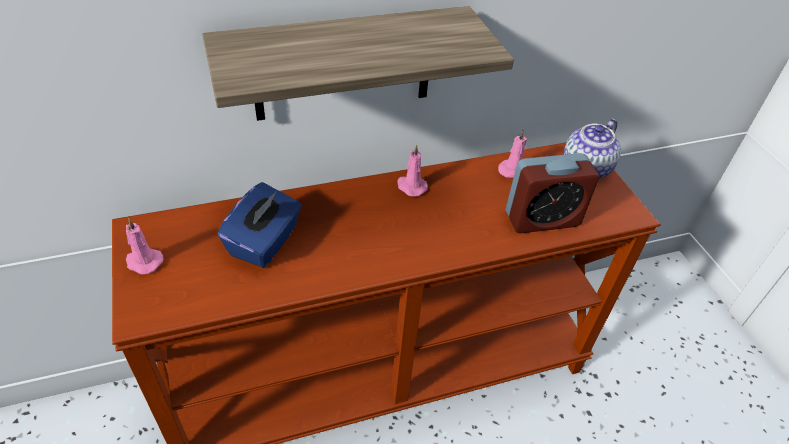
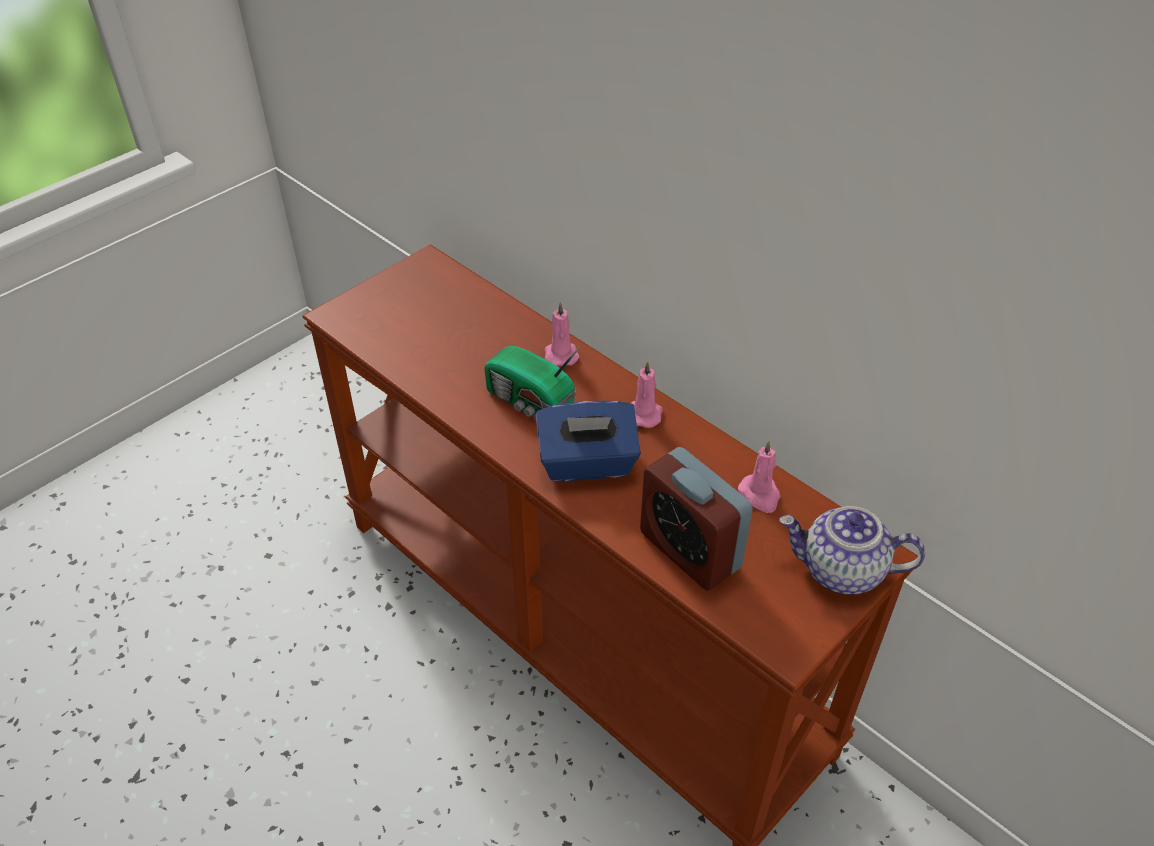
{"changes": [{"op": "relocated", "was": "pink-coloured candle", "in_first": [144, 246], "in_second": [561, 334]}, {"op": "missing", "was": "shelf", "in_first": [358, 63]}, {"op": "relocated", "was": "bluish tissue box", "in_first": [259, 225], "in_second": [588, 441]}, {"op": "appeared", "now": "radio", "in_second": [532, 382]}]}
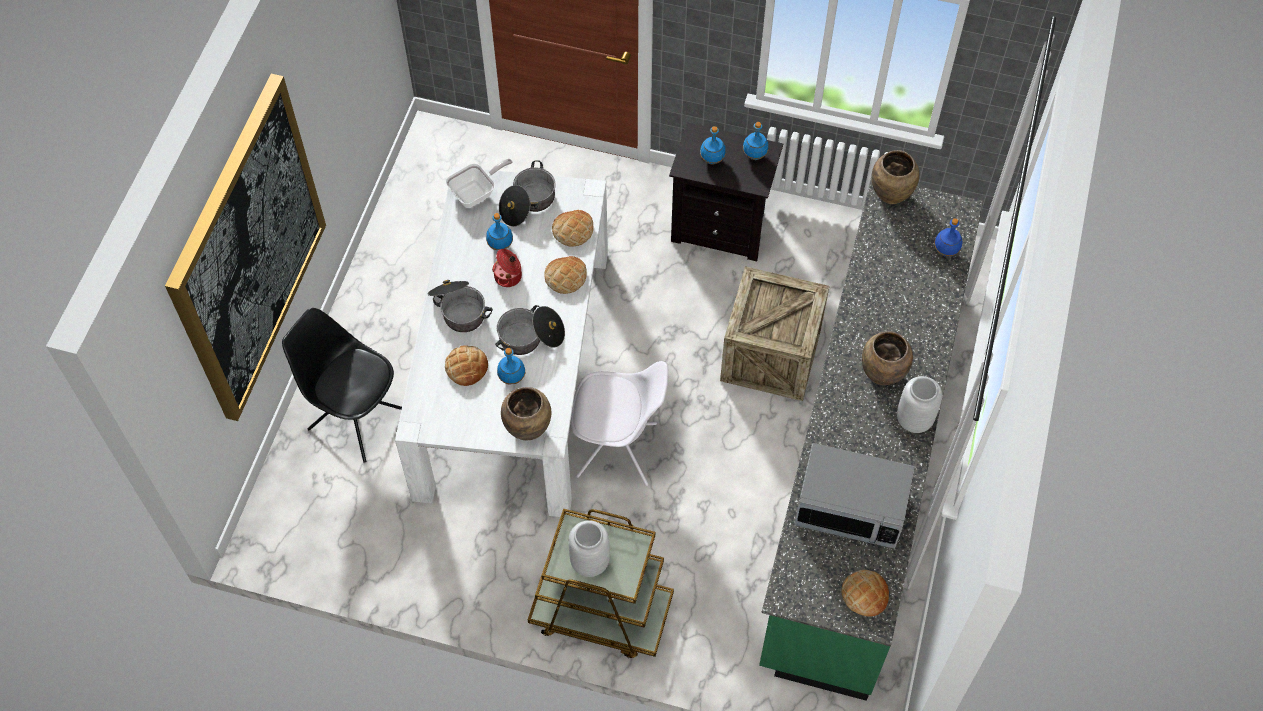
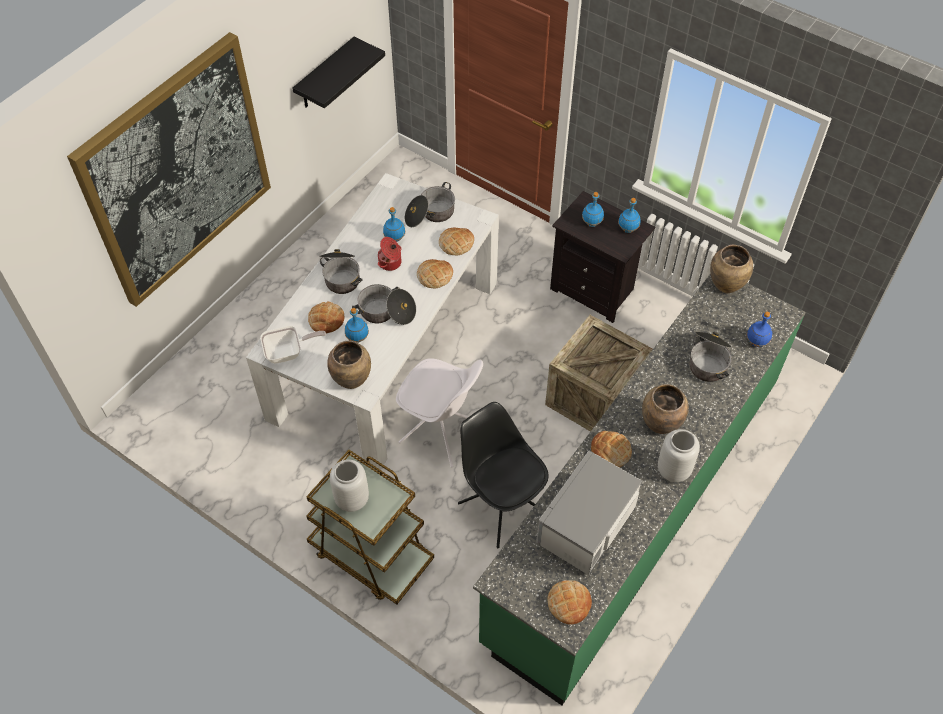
{"changes": [{"op": "relocated", "was": "blackish plain chair", "in_first": [342, 385], "in_second": [503, 475]}, {"op": "relocated", "was": "frying pan", "in_first": [479, 183], "in_second": [293, 344]}, {"op": "spun", "was": "microwave oven", "in_first": [854, 496], "in_second": [589, 513], "clockwise": 90}, {"op": "appeared", "now": "blackish shelf", "in_second": [338, 72]}, {"op": "appeared", "now": "baked bread", "in_second": [611, 449]}, {"op": "appeared", "now": "stockpot", "in_second": [711, 357]}]}
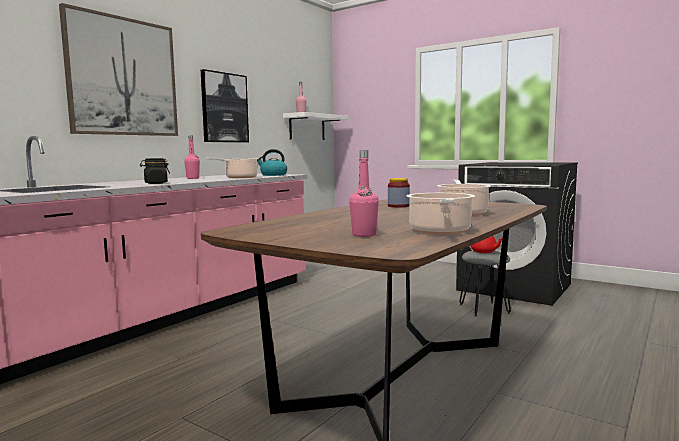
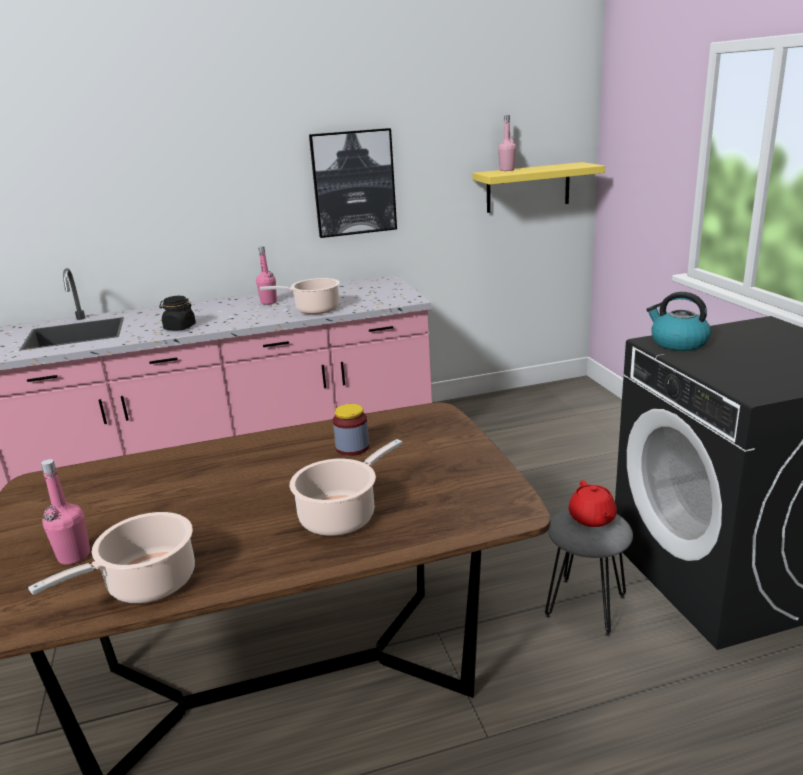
{"changes": [{"op": "missing", "was": "picture", "in_first": [118, 69]}, {"op": "relocated", "was": "kettle", "in_first": [272, 162], "in_second": [678, 321]}, {"op": "colour", "was": "whitish shelf", "now": "yellowish shelf", "in_first": [316, 126], "in_second": [538, 187]}]}
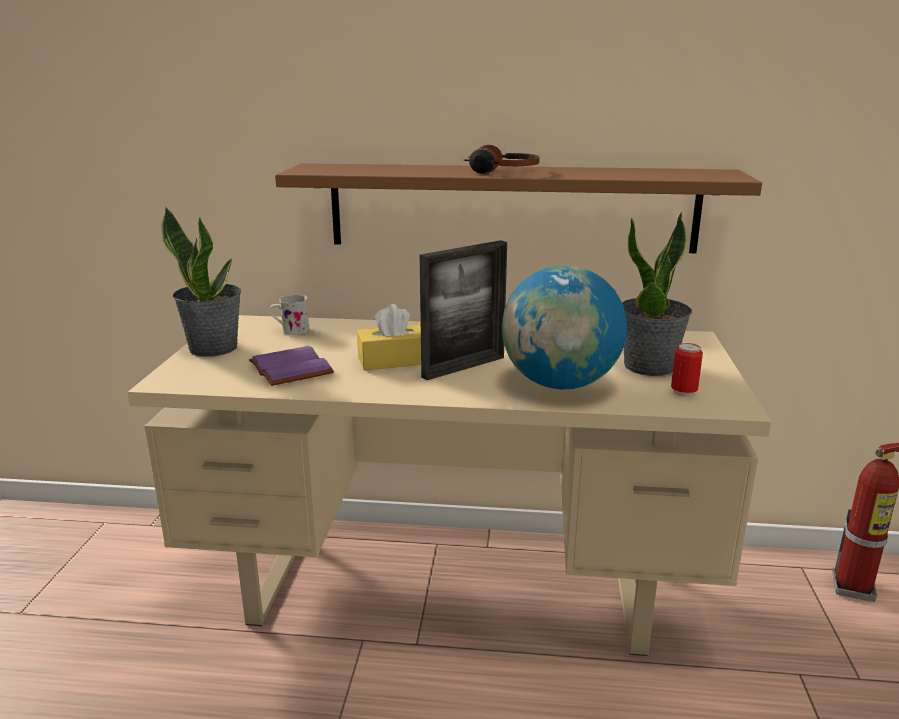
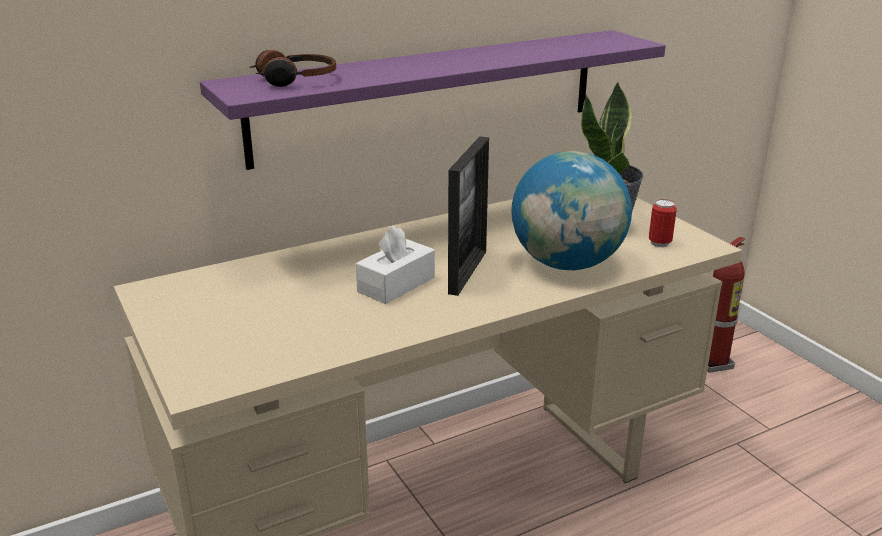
{"changes": [{"op": "missing", "was": "plant in a pot", "in_first": [201, 281]}, {"op": "missing", "was": "purplish volume", "in_first": [291, 366]}, {"op": "missing", "was": "whitish coffee mug", "in_first": [289, 315]}, {"op": "colour", "was": "brown-coloured shelf", "now": "purplish shelf", "in_first": [518, 208], "in_second": [433, 100]}, {"op": "colour", "was": "yellowish tissue box", "now": "whitish tissue box", "in_first": [389, 337], "in_second": [395, 265]}, {"op": "relocated", "was": "headphones", "in_first": [502, 159], "in_second": [292, 68]}]}
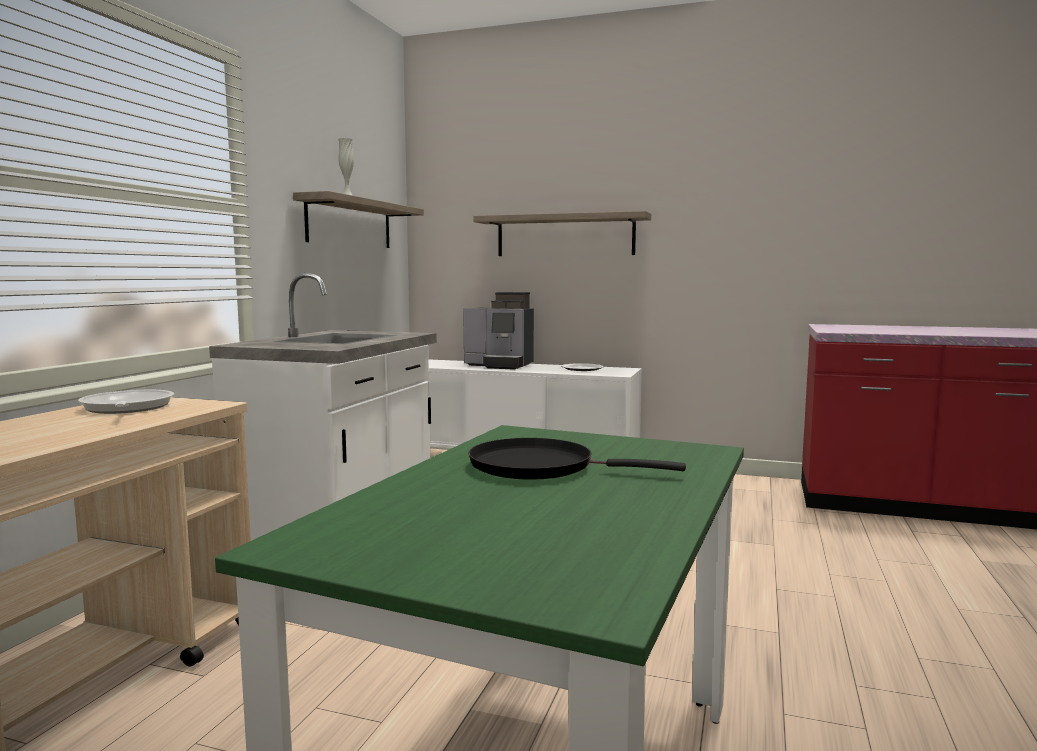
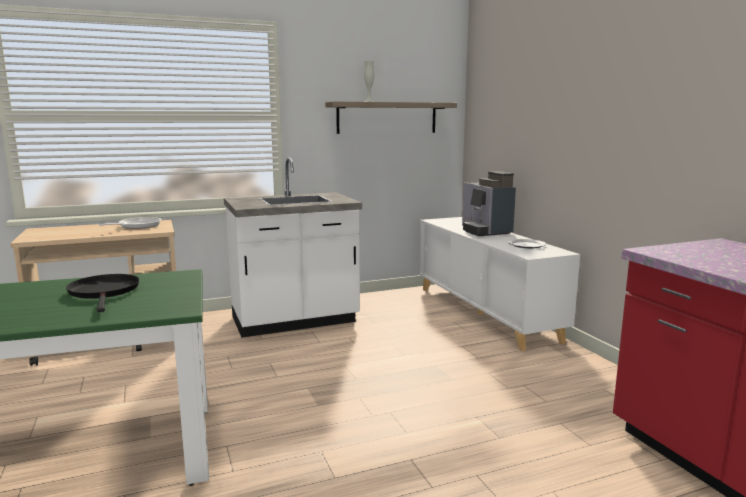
{"changes": [{"op": "missing", "was": "shelf", "in_first": [562, 233]}]}
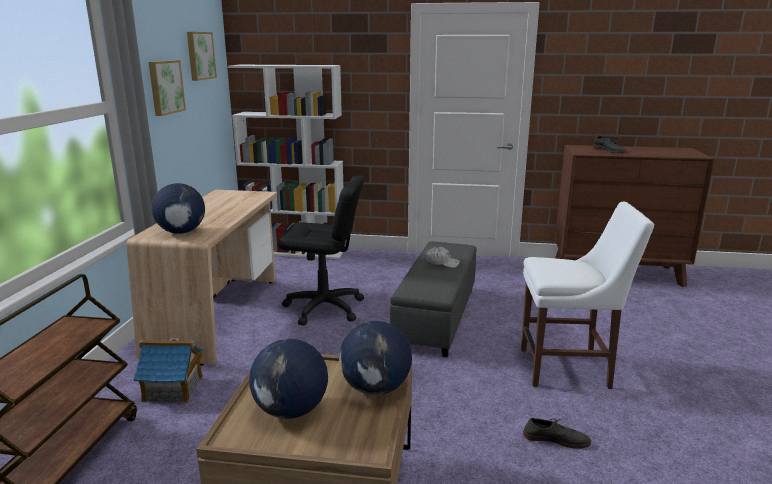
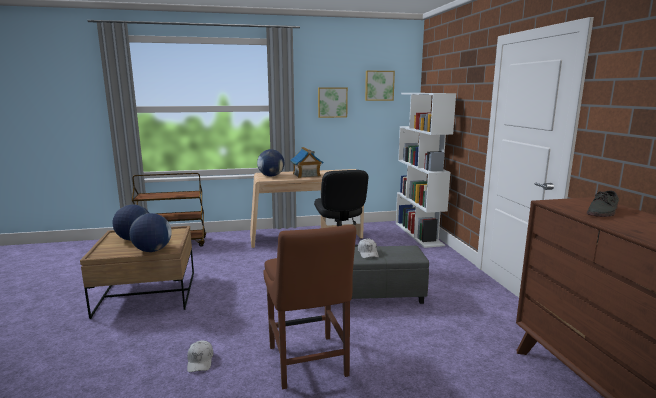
{"changes": [{"op": "relocated", "was": "model house", "in_first": [169, 370], "in_second": [307, 162]}, {"op": "colour", "was": "whitish plain chair", "now": "brown-coloured plain chair", "in_first": [587, 295], "in_second": [309, 307]}, {"op": "exchanged", "was": "grey low shoe", "now": "whitish baseball cap", "in_first": [557, 433], "in_second": [200, 356]}]}
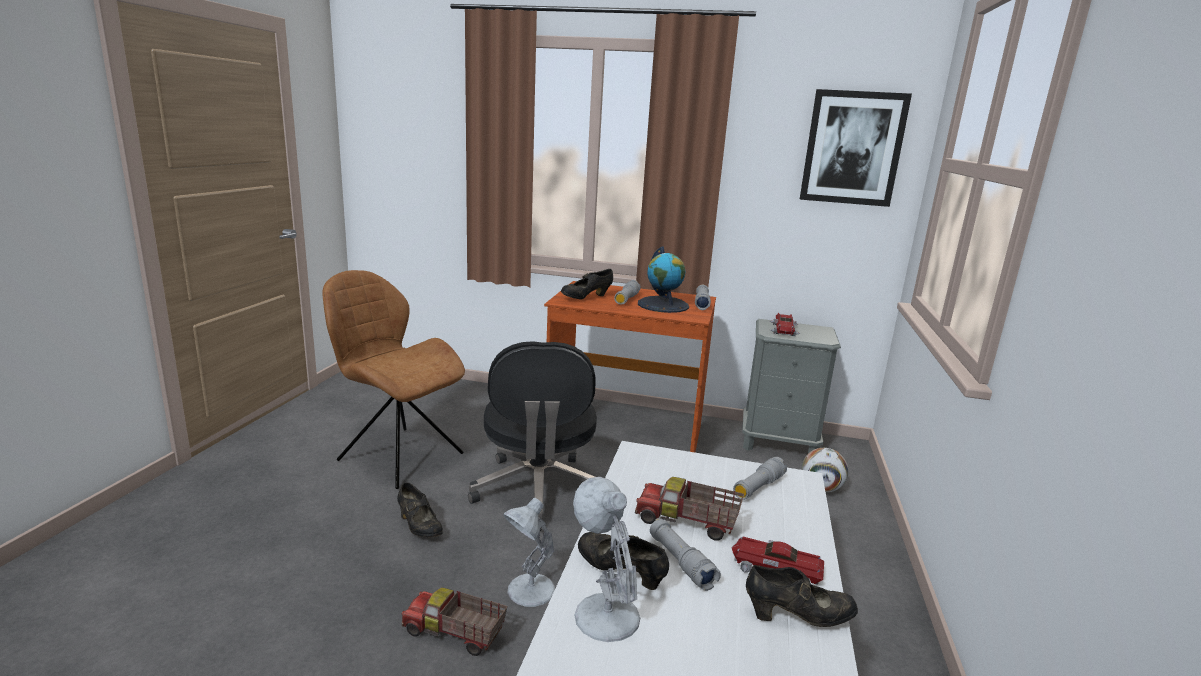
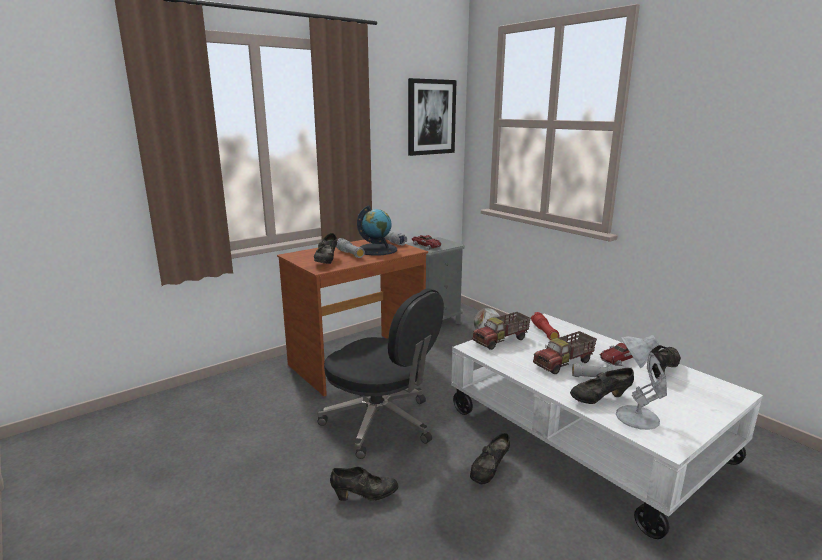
{"changes": [{"op": "missing", "was": "brown-coloured plain chair", "in_first": [393, 379]}, {"op": "relocated", "was": "model truck", "in_first": [454, 621], "in_second": [501, 331]}, {"op": "exchanged", "was": "whitish lamp for a table", "now": "blackish low shoe", "in_first": [529, 552], "in_second": [490, 459]}, {"op": "colour", "was": "grey torch", "now": "reddish torch", "in_first": [760, 478], "in_second": [545, 326]}]}
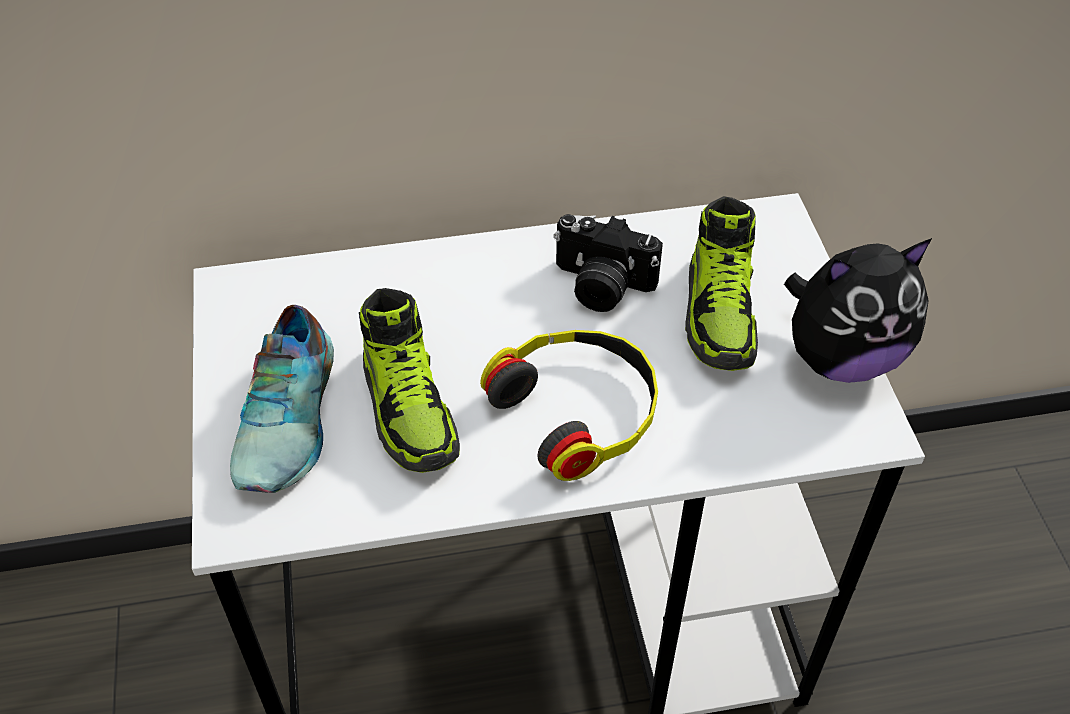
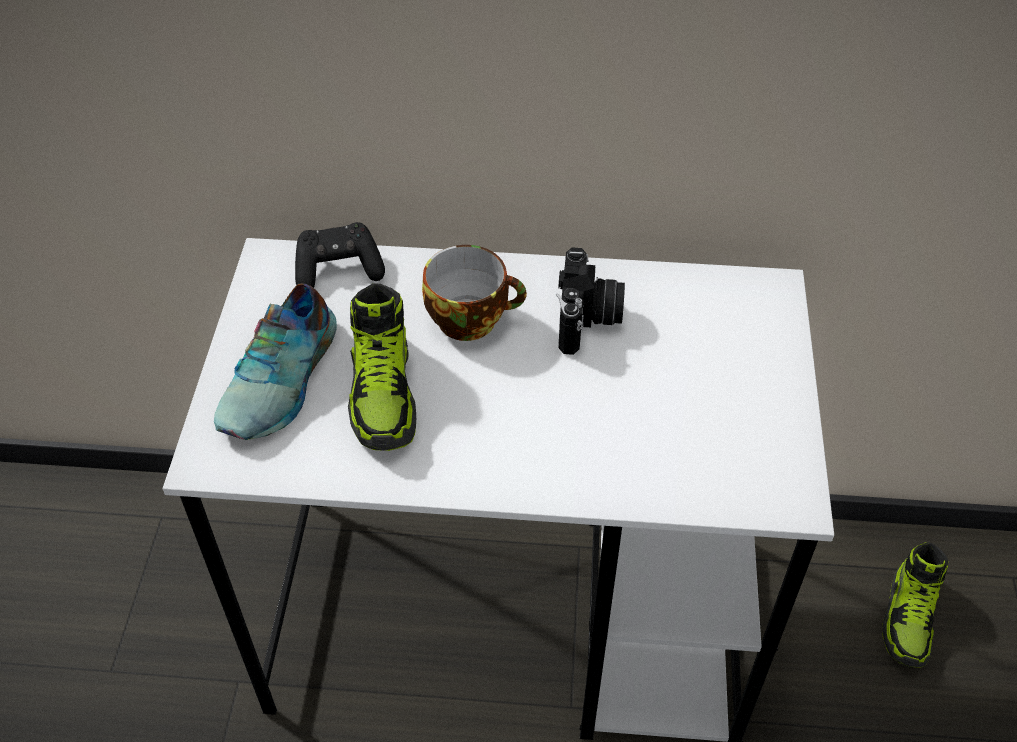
{"changes": [{"op": "missing", "was": "headphones", "in_first": [569, 405]}, {"op": "spun", "was": "still camera", "in_first": [608, 263], "in_second": [590, 301], "clockwise": -120}, {"op": "relocated", "was": "low shoe", "in_first": [721, 283], "in_second": [915, 605]}, {"op": "missing", "was": "plush toy", "in_first": [858, 310]}, {"op": "appeared", "now": "blackish game controller", "in_second": [340, 255]}, {"op": "appeared", "now": "drinking cup", "in_second": [474, 293]}]}
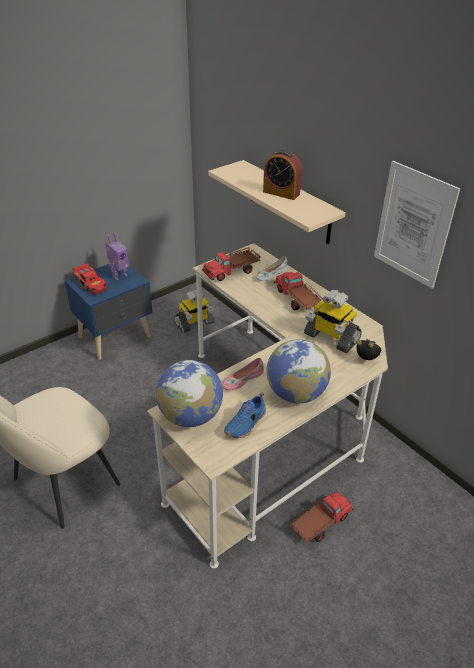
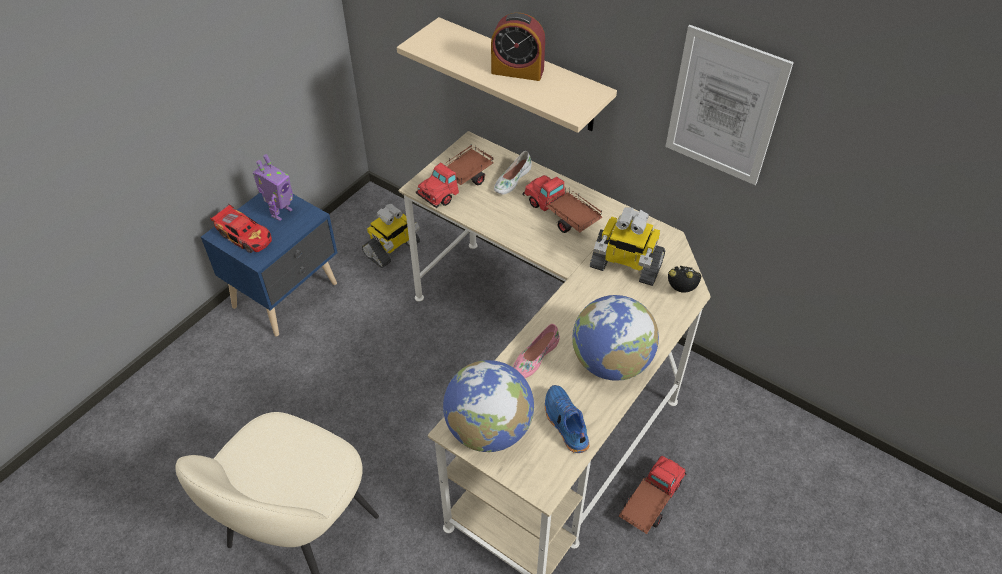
{"changes": [{"op": "spun", "was": "bluish low shoe", "in_first": [245, 415], "in_second": [567, 419], "clockwise": 135}]}
